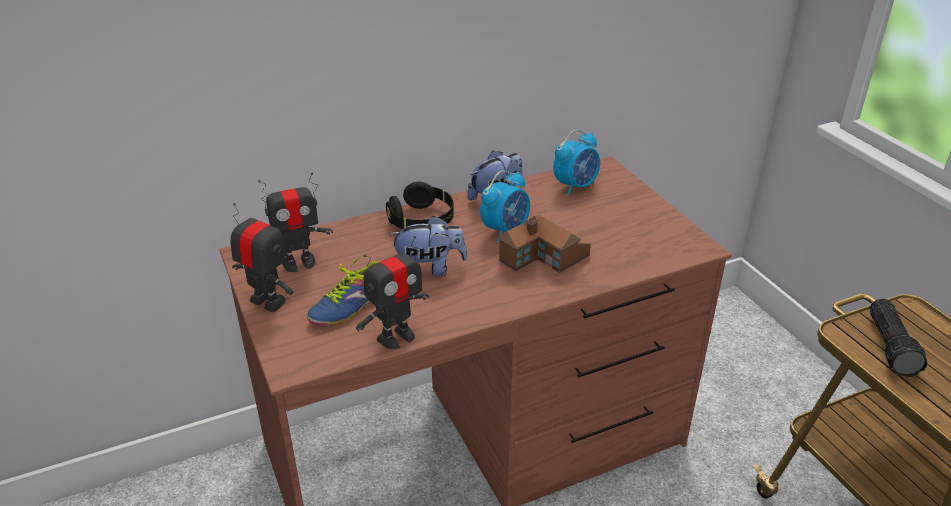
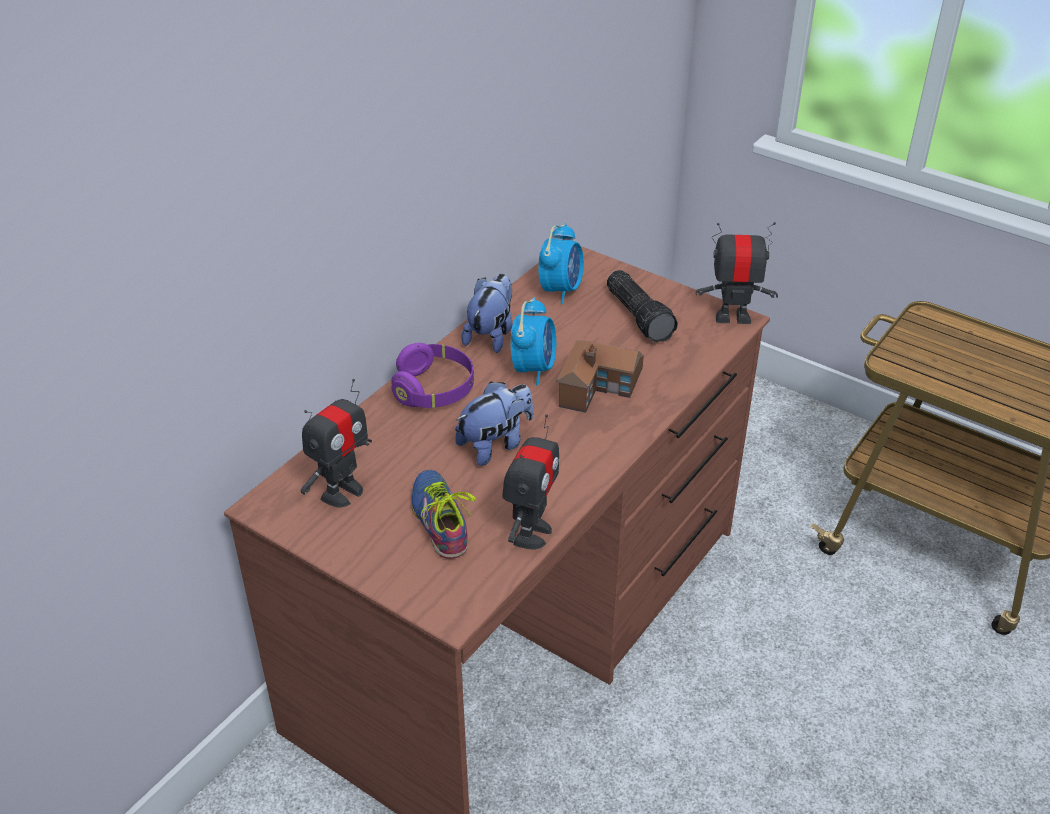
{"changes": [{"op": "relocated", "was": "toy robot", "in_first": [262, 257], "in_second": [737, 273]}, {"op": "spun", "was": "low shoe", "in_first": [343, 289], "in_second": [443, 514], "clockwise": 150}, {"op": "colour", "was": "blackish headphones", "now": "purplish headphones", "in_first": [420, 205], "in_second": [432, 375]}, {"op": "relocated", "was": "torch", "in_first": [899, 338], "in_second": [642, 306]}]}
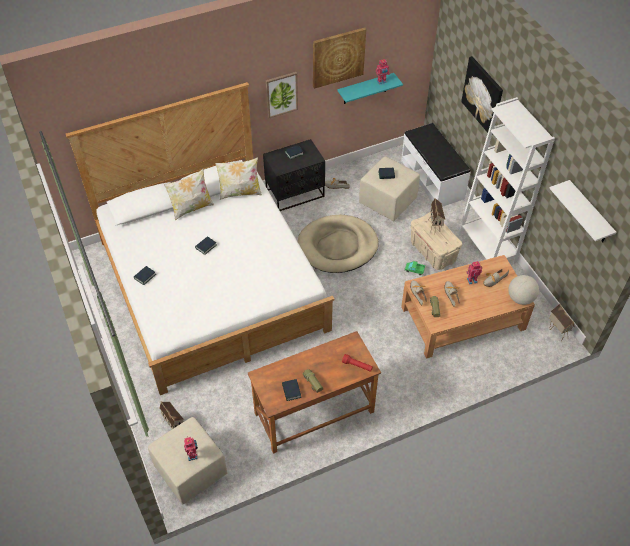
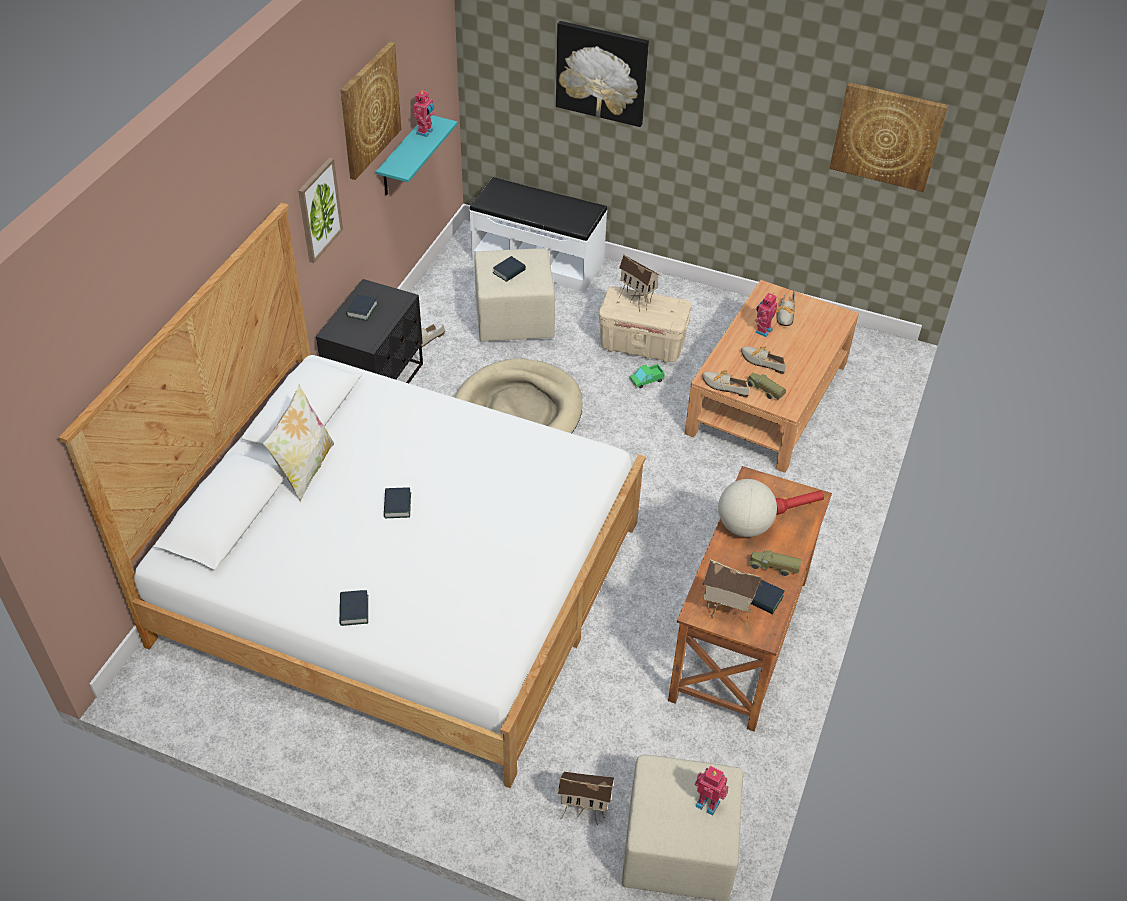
{"changes": [{"op": "missing", "was": "cushion", "in_first": [238, 179]}, {"op": "missing", "was": "whitish shelving unit", "in_first": [506, 180]}, {"op": "relocated", "was": "globe", "in_first": [523, 290], "in_second": [747, 508]}, {"op": "exchanged", "was": "whitish shelf", "now": "picture", "in_first": [582, 211], "in_second": [889, 137]}, {"op": "relocated", "was": "model house", "in_first": [561, 323], "in_second": [732, 593]}]}
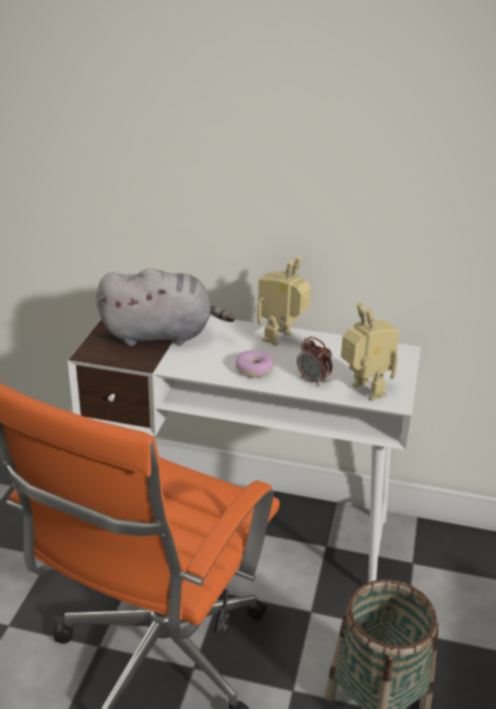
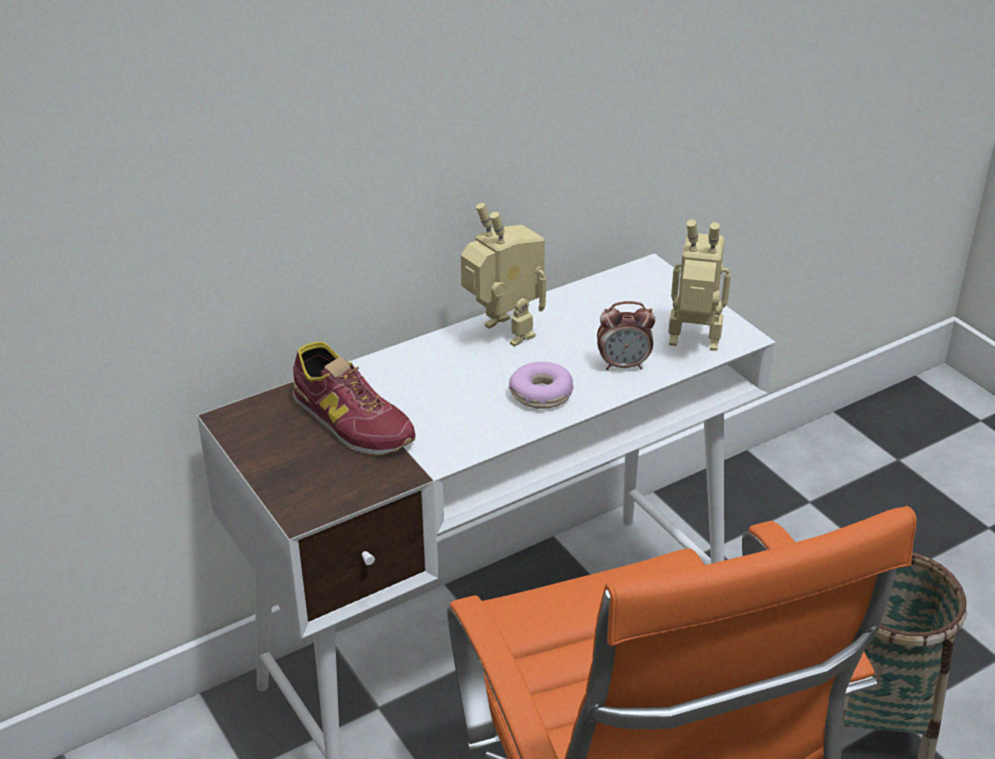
{"changes": [{"op": "exchanged", "was": "grey plush toy", "now": "low shoe", "in_first": [165, 307], "in_second": [354, 398]}, {"op": "spun", "was": "toy robot", "in_first": [284, 301], "in_second": [503, 274], "clockwise": 150}]}
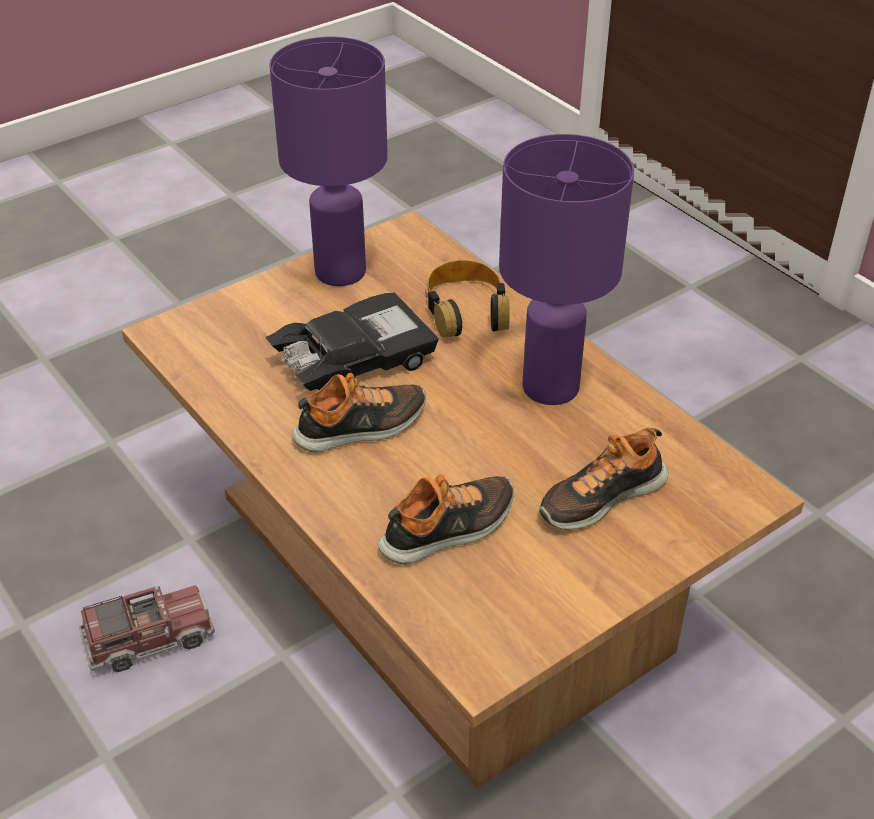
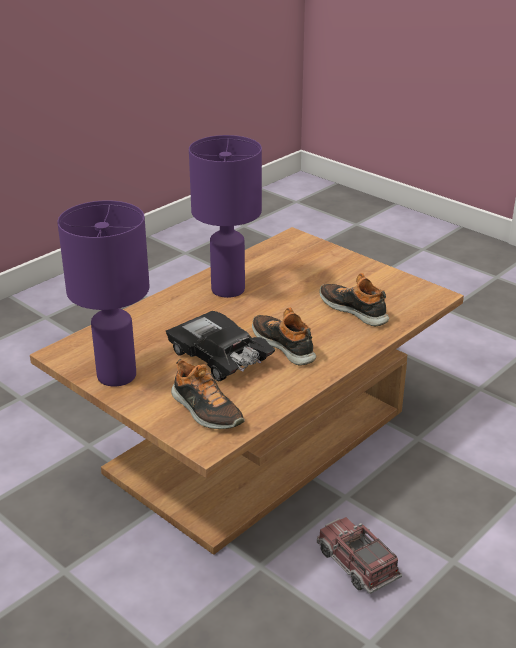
{"changes": [{"op": "missing", "was": "headphones", "in_first": [467, 298]}, {"op": "relocated", "was": "low shoe", "in_first": [603, 478], "in_second": [208, 394]}]}
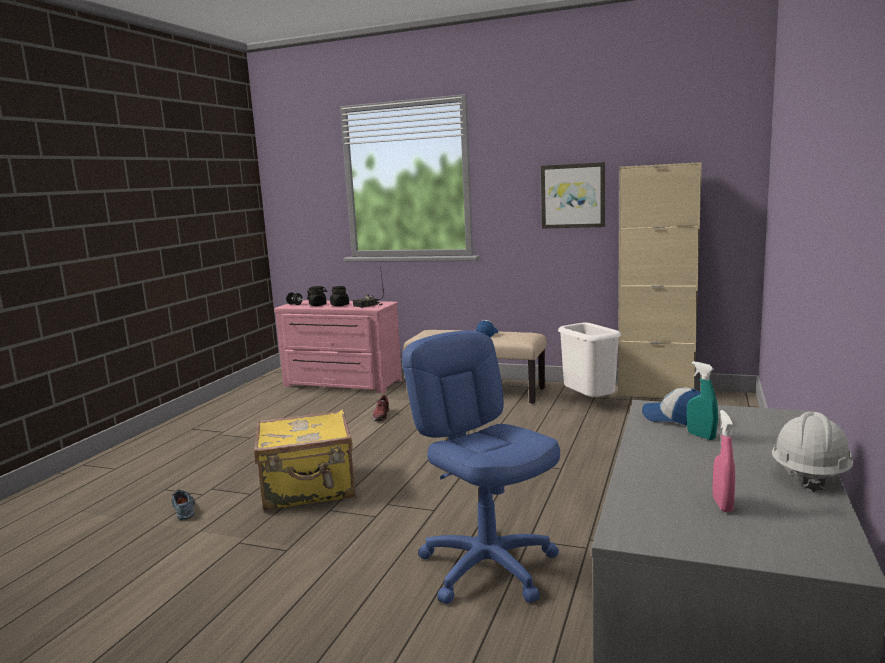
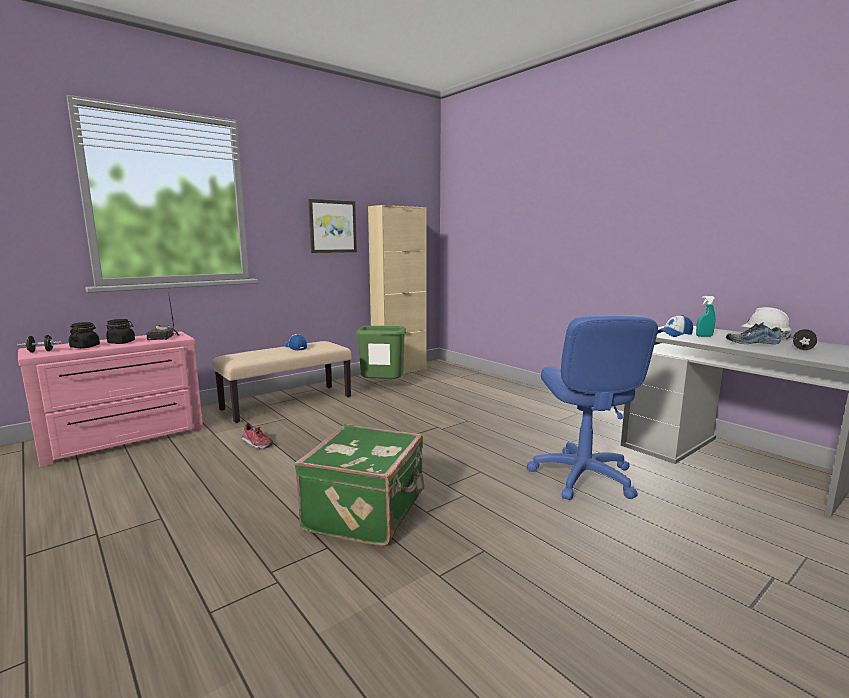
{"changes": [{"op": "relocated", "was": "low shoe", "in_first": [183, 505], "in_second": [753, 333]}, {"op": "colour", "was": "yellowish suitcase", "now": "greenish suitcase", "in_first": [304, 460], "in_second": [359, 485]}, {"op": "spun", "was": "bluish computer chair", "in_first": [481, 467], "in_second": [592, 407], "clockwise": -90}, {"op": "colour", "was": "whitish trash can", "now": "greenish trash can", "in_first": [589, 360], "in_second": [381, 352]}, {"op": "exchanged", "was": "pink-coloured sprayer", "now": "blackish hand weight", "in_first": [724, 461], "in_second": [805, 339]}]}
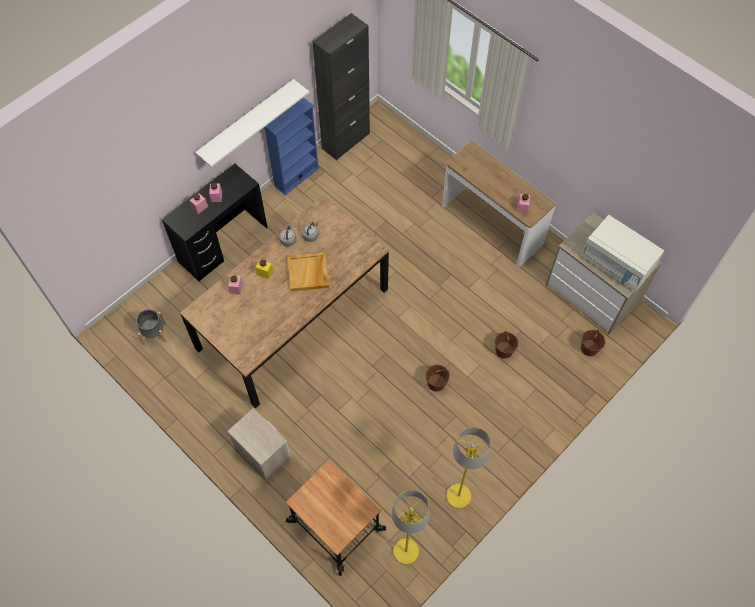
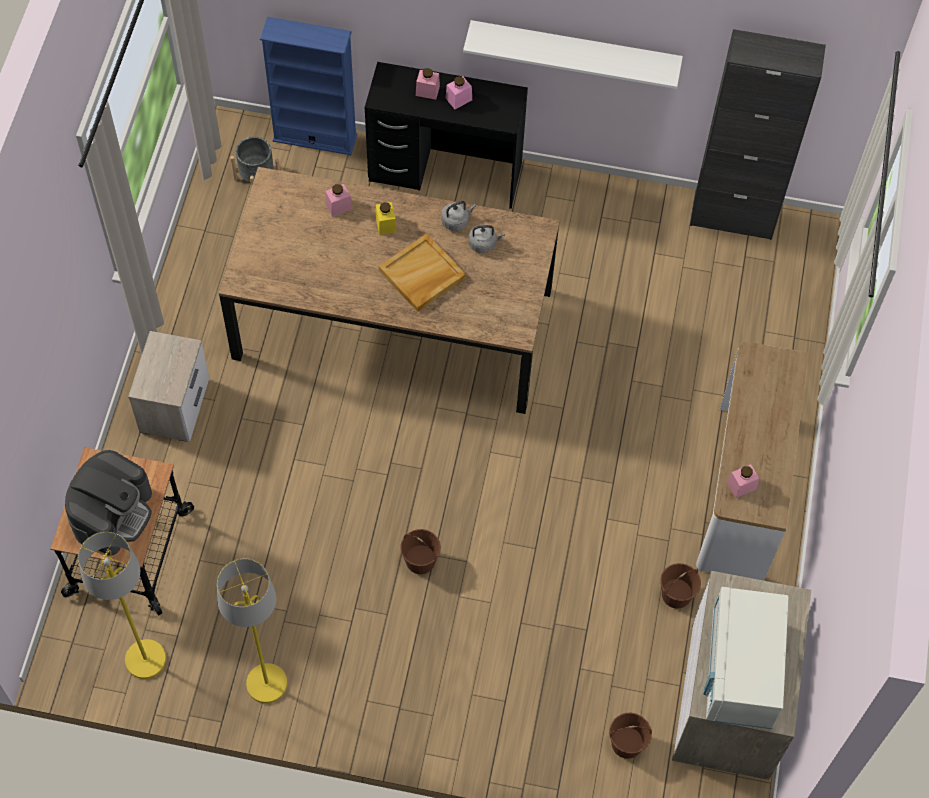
{"changes": [{"op": "relocated", "was": "bluish shelving unit", "in_first": [292, 146], "in_second": [308, 86]}, {"op": "relocated", "was": "brown-coloured bucket", "in_first": [506, 345], "in_second": [680, 586]}, {"op": "appeared", "now": "coffee machine", "in_second": [108, 503]}]}
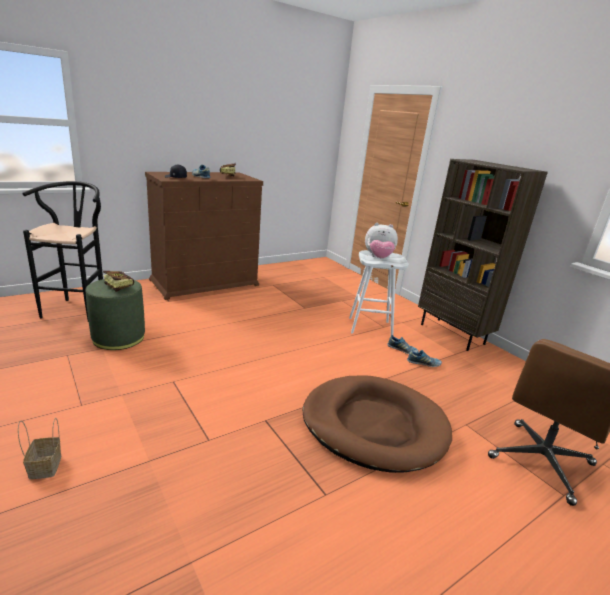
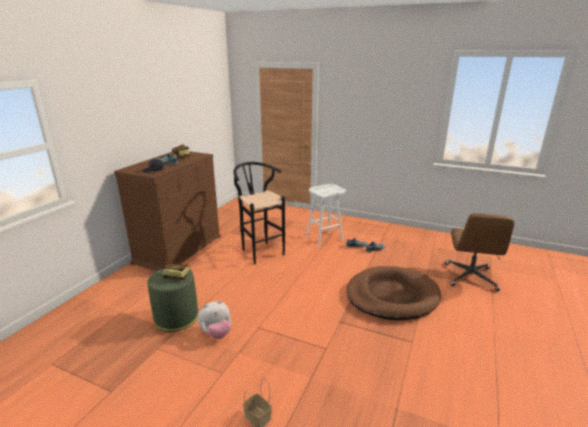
{"changes": [{"op": "relocated", "was": "blackish stool seat", "in_first": [62, 251], "in_second": [259, 213]}, {"op": "relocated", "was": "plush toy", "in_first": [381, 240], "in_second": [214, 320]}, {"op": "missing", "was": "brown-coloured shelving unit", "in_first": [483, 255]}]}
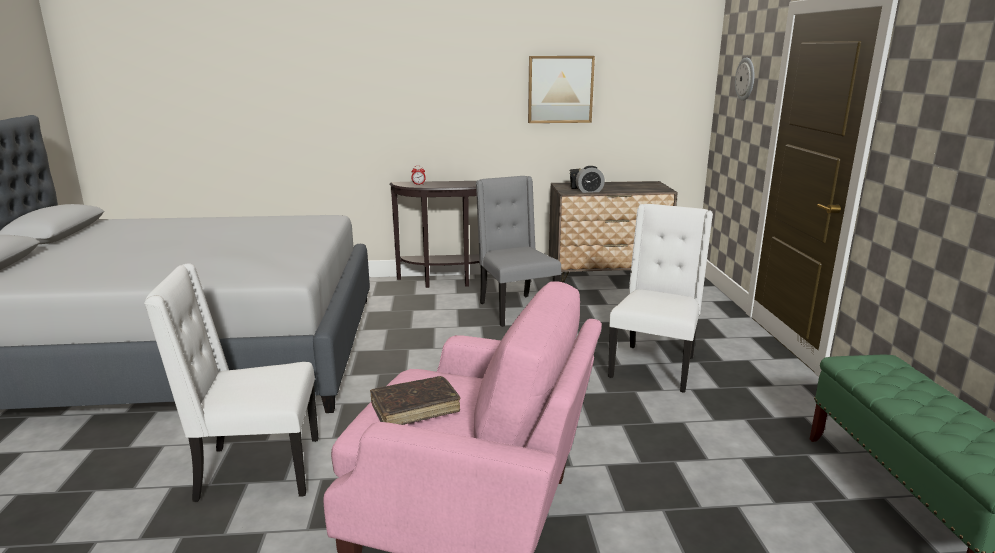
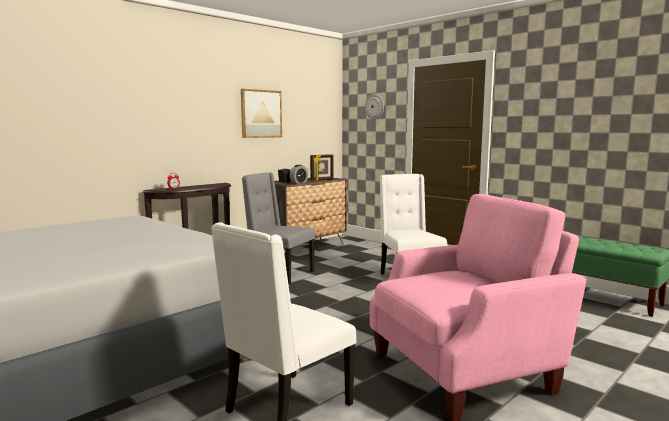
{"changes": [{"op": "missing", "was": "brown-coloured volume", "in_first": [415, 400]}, {"op": "appeared", "now": "picture frame", "in_second": [322, 167]}]}
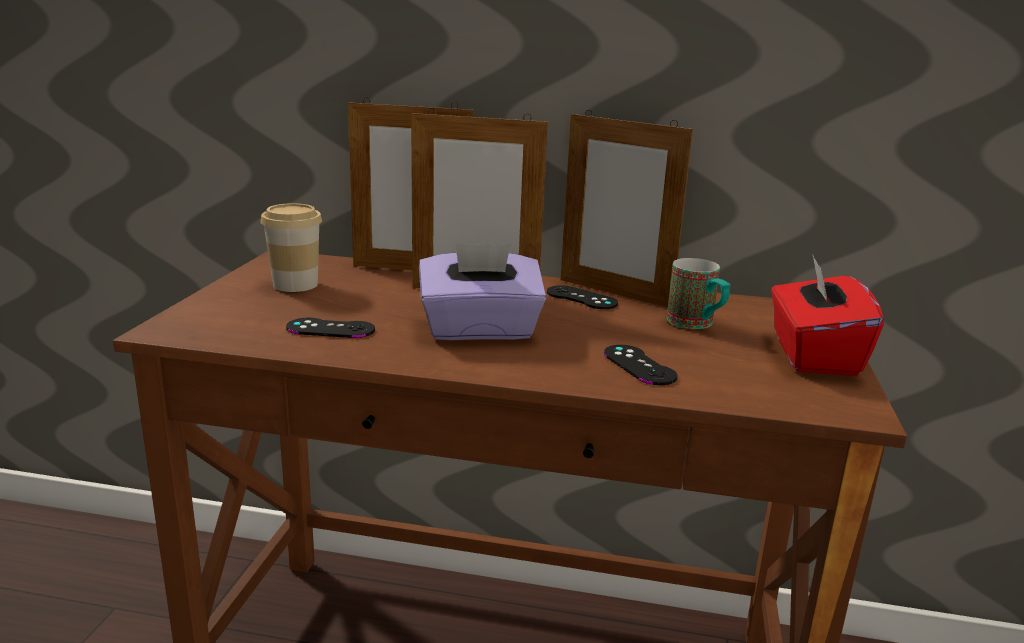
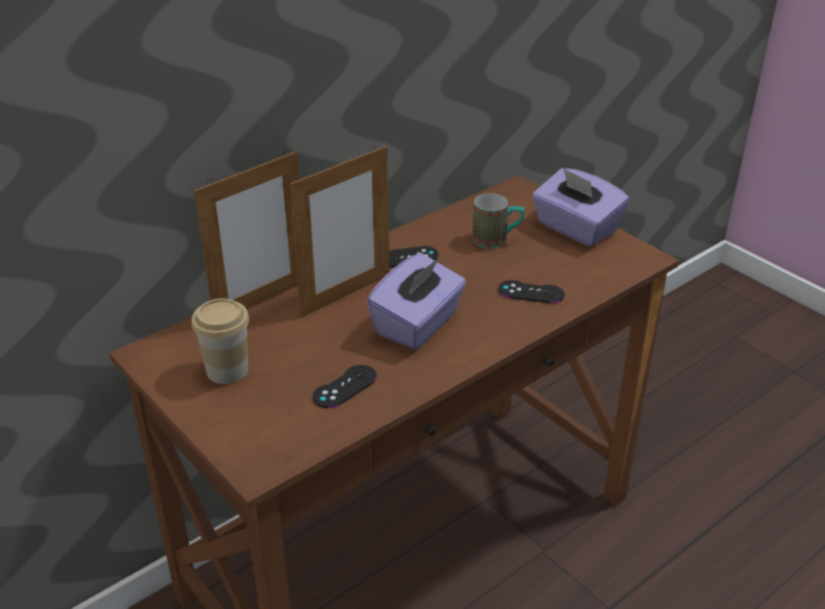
{"changes": [{"op": "missing", "was": "picture frame", "in_first": [627, 208]}, {"op": "colour", "was": "reddish tissue box", "now": "purplish tissue box", "in_first": [827, 315], "in_second": [580, 207]}]}
